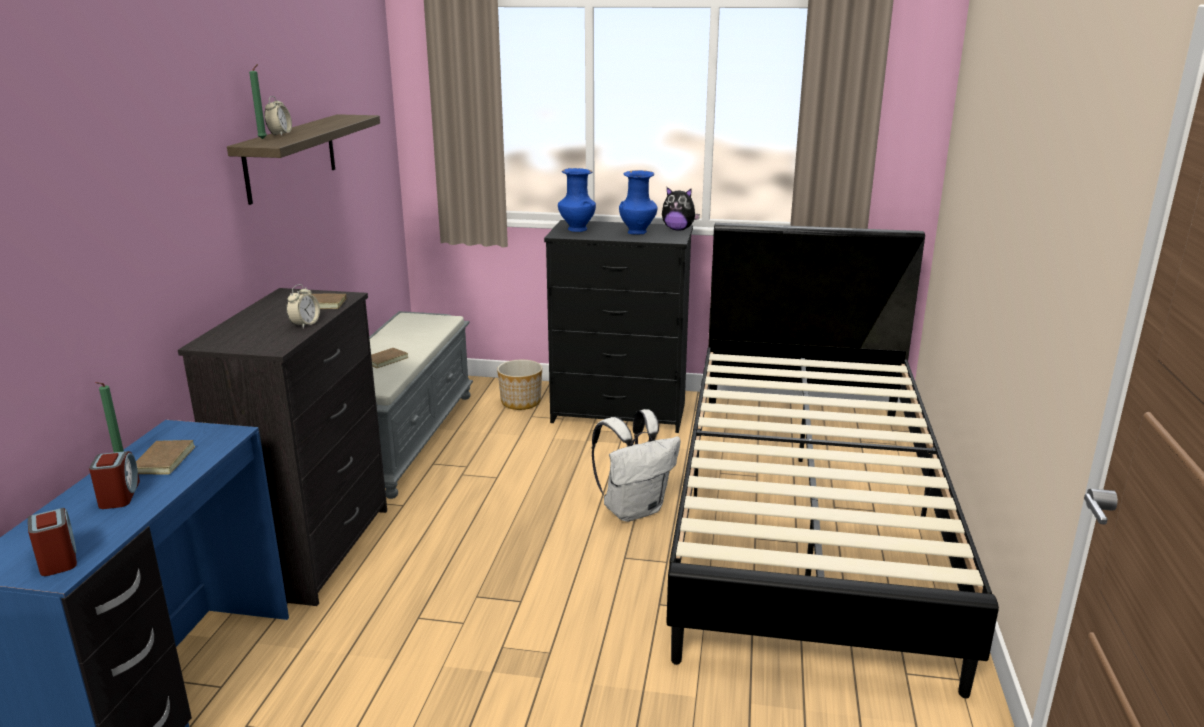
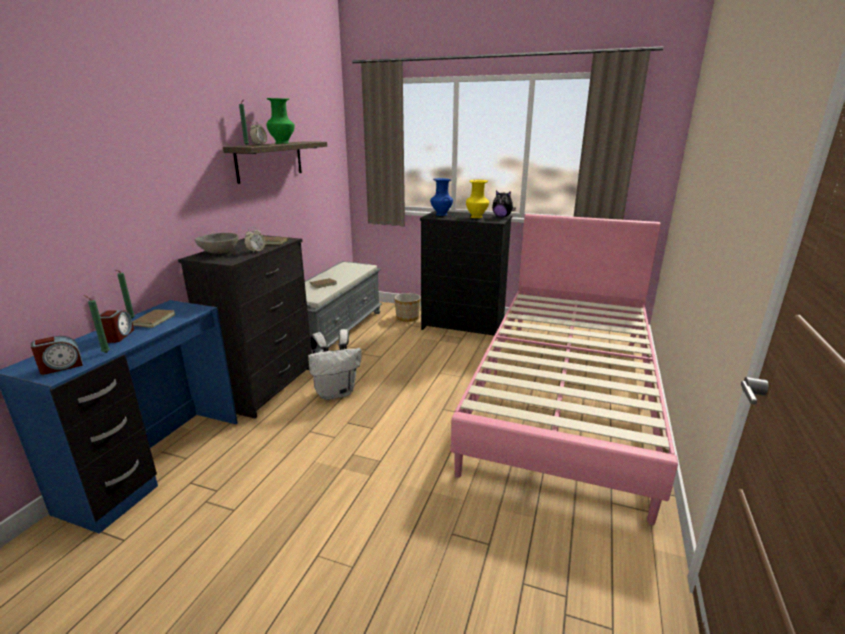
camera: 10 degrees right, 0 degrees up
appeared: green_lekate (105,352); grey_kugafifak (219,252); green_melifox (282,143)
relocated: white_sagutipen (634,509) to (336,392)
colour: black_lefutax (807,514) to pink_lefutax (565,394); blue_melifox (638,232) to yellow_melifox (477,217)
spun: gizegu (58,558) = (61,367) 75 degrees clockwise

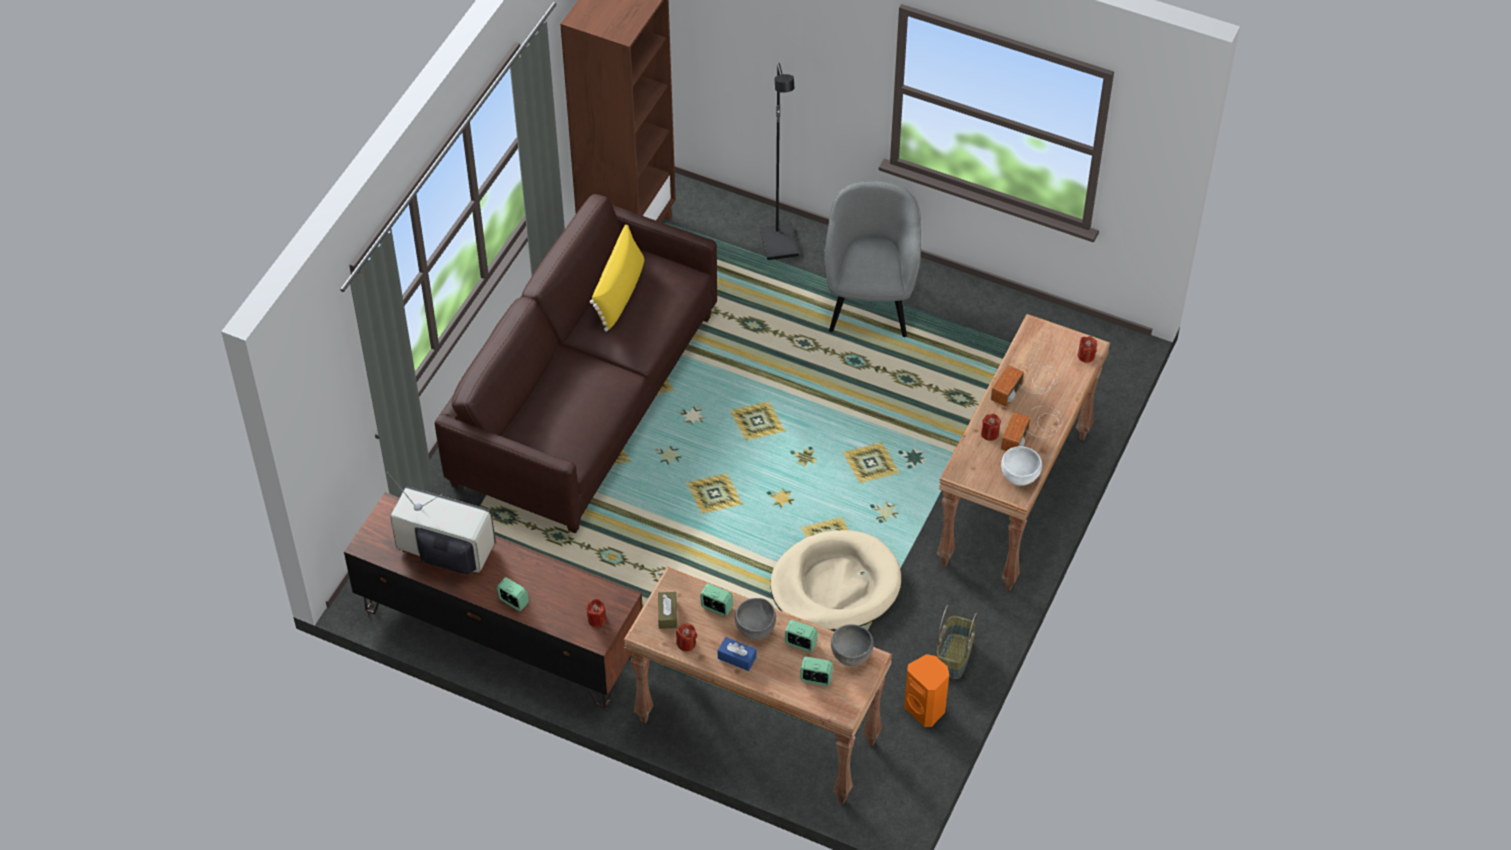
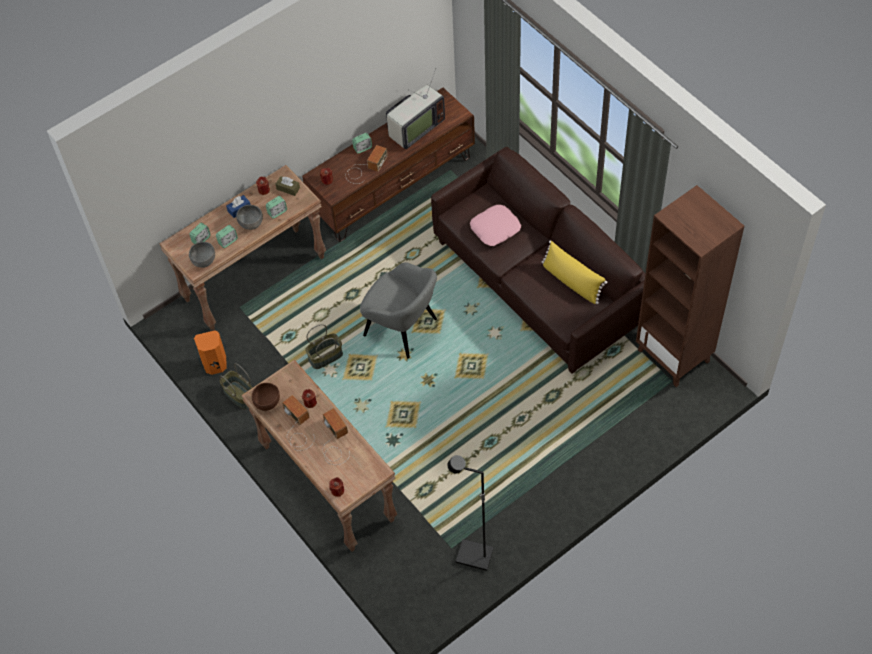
camera: 120 degrees right, 5 degrees up
appeared: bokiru (365,168); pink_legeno (495,229)
relocated: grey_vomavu (870,303) to (402,328); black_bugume (780,244) to (473,556)
exchanged: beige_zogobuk (835,585) to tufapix (325,356)
colour: white_kugafifak (1019,477) to brown_kugafifak (267,403)

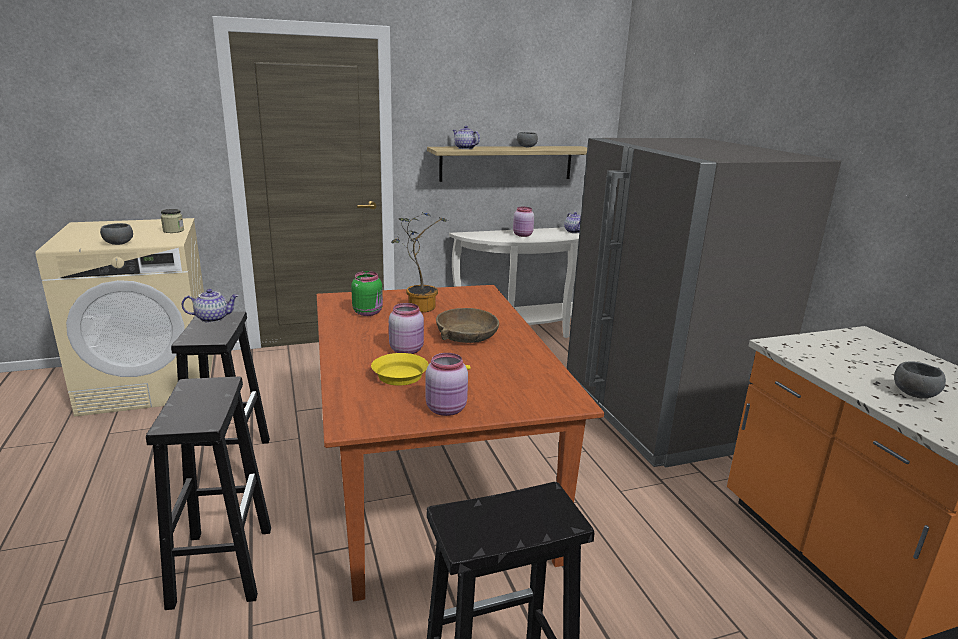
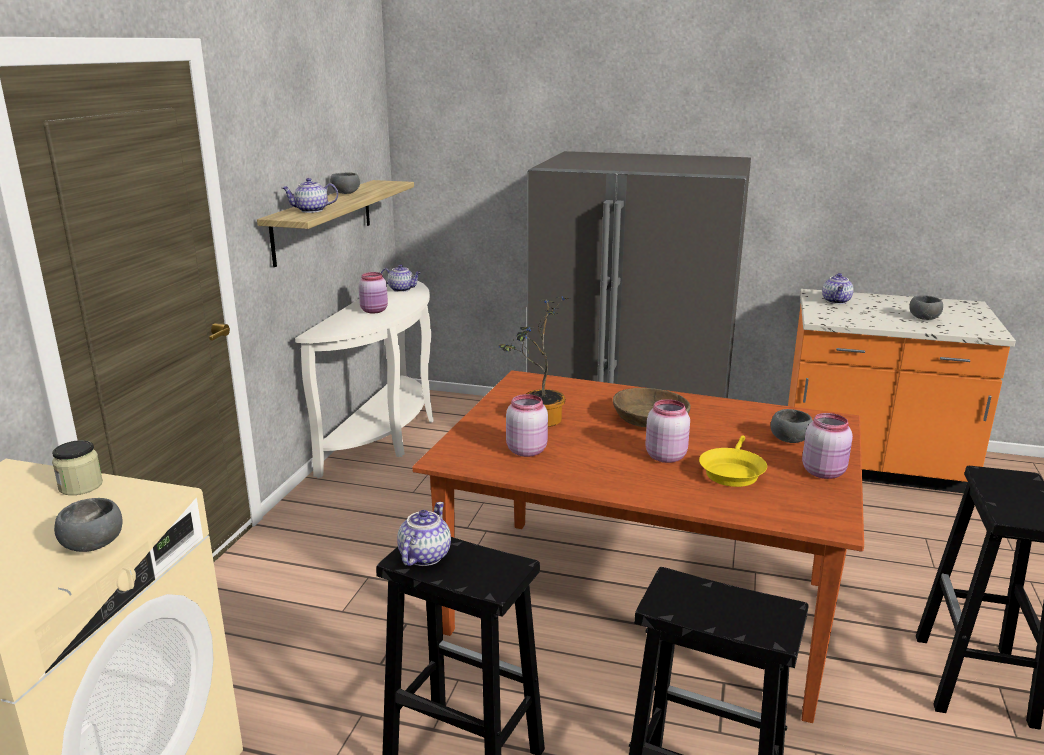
camera: 55 degrees left, 0 degrees up
appeared: grey_kugafifak (791,440); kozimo (837,301)
colour: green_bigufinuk (368,312) to pink_bigufinuk (526,450)

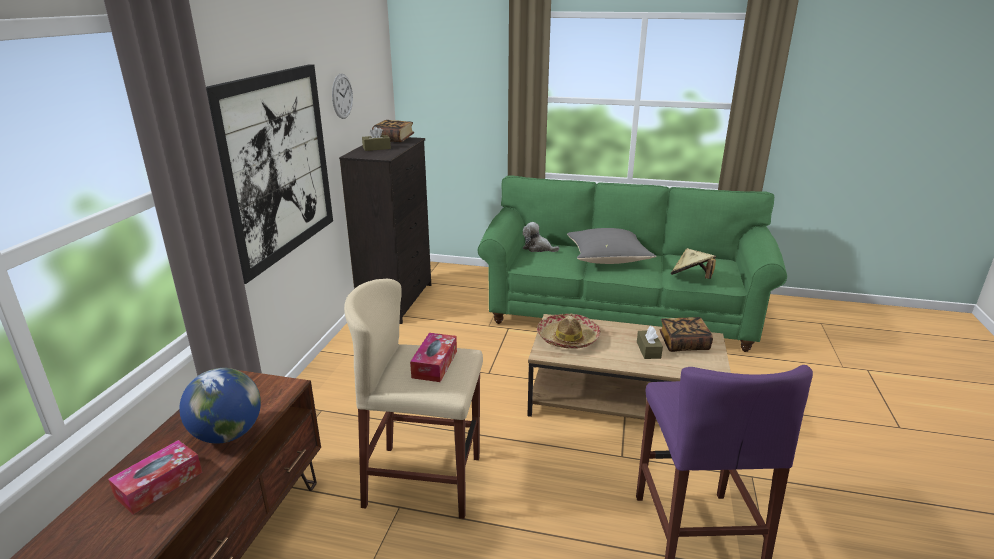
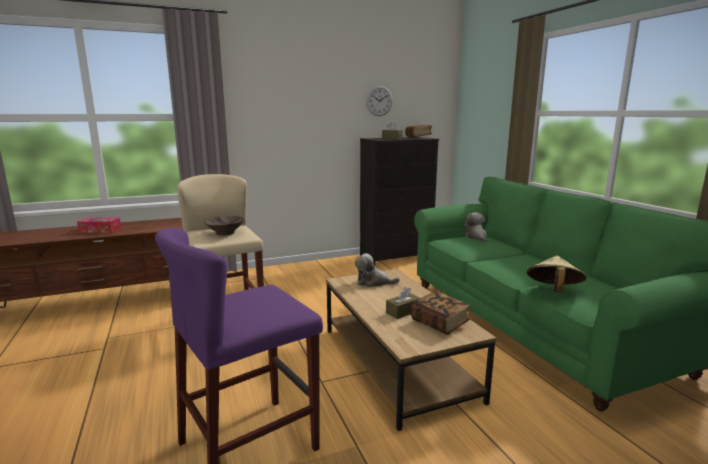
camera: 55 degrees right, 10 degrees down
missing: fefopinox (228,434); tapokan (276,166); grey_legeno (608,259)
exchanged: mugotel (434,364) to brown_kugafifak (226,233); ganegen (568,338) to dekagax (373,282)

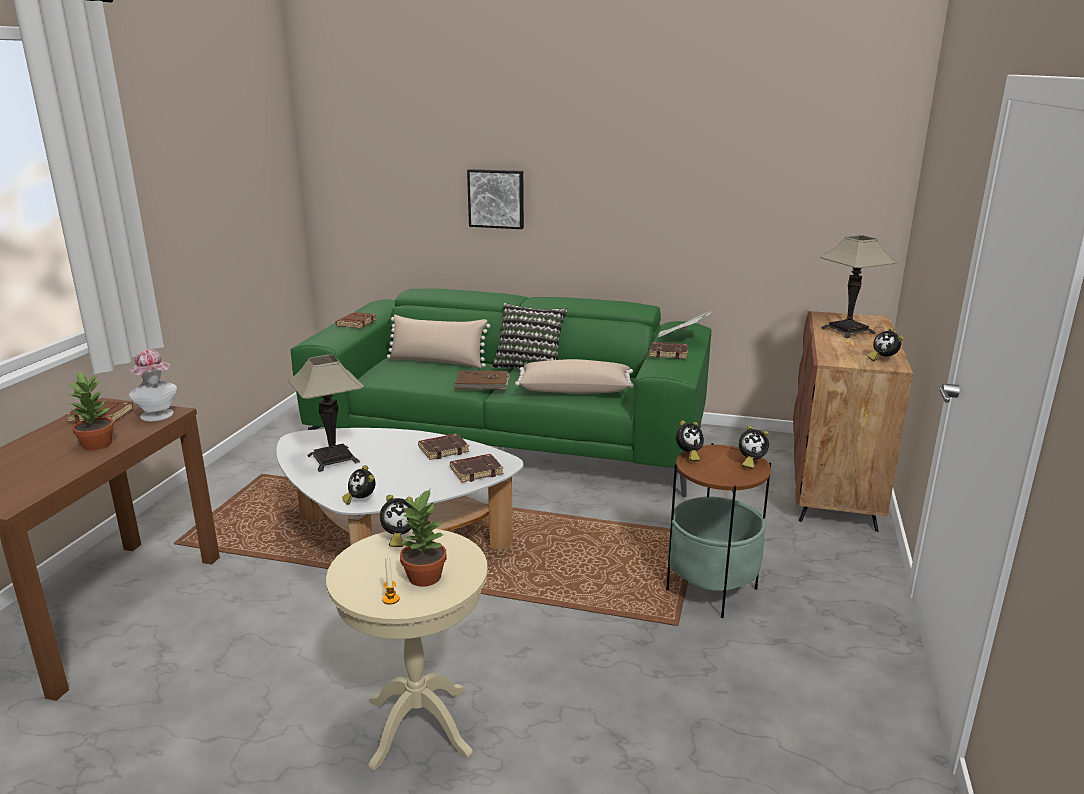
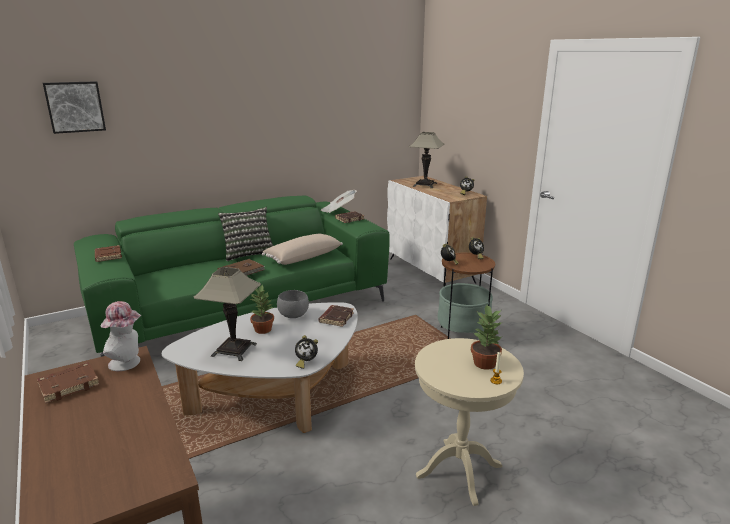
camera: 45 degrees left, 0 degrees up
missing: gizegu (398,538); beige_legeno (437,362)
relocated: tapokan (496,198) to (75,107); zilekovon (98,444) to (263,329)
exchanged: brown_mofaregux (443,450) to grey_kugafifak (293,315)
colour: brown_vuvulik (833,484) to white_vuvulik (431,270)

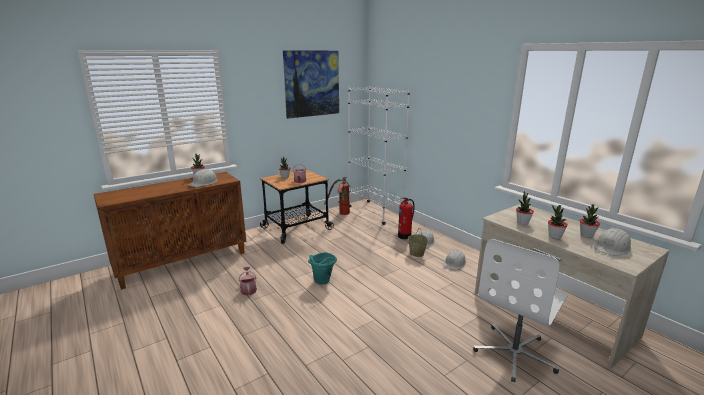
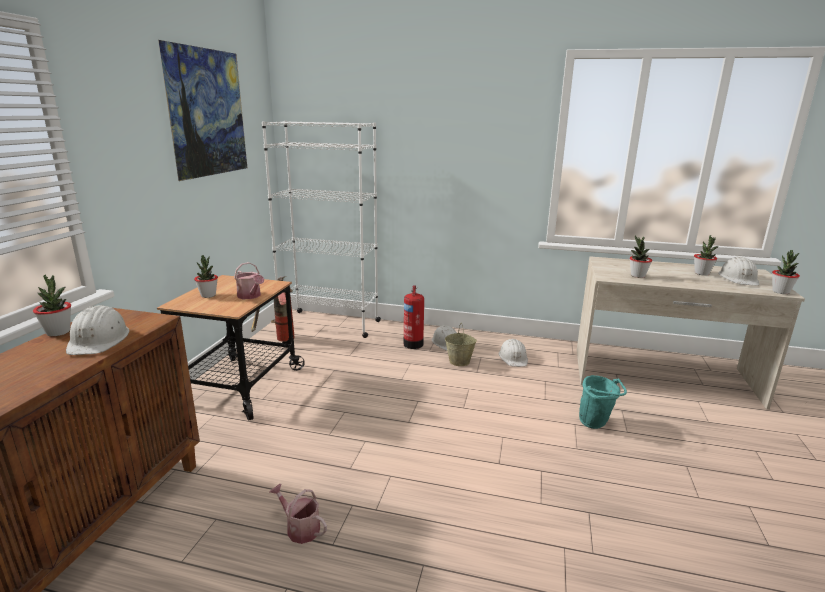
camera: 40 degrees left, 0 degrees up
missing: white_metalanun (515,353)
relocated: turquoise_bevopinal (322,282) to (596,424); zilekovon (554,237) to (780,292)

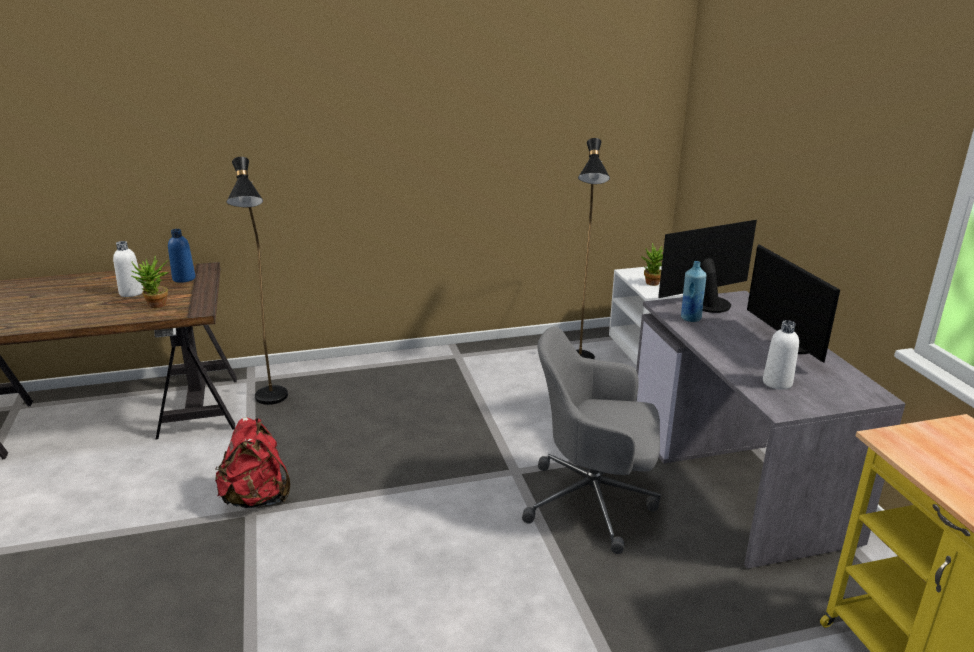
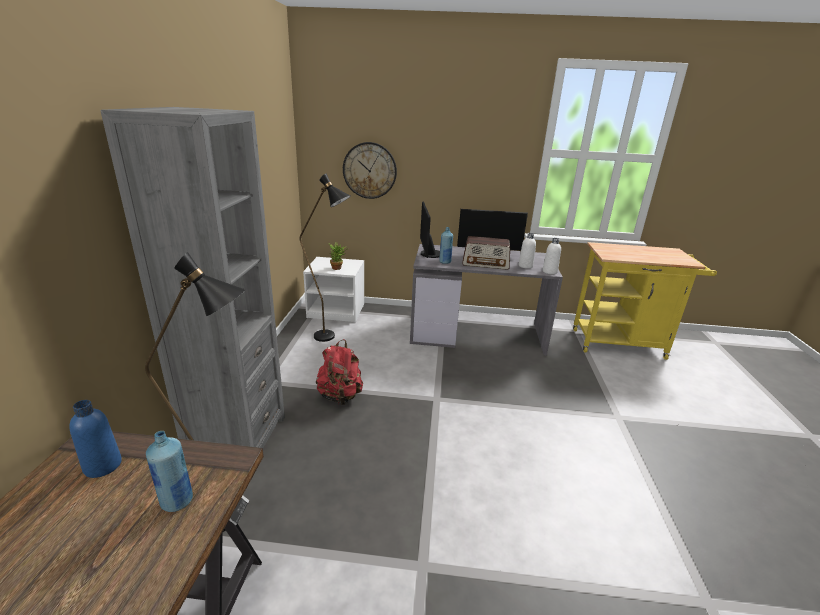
camera: 70 degrees left, 0 degrees up
missing: grey_metalanun (593,502)
appeared: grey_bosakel (238,439); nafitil (369,170); bokiru (485,263)
relocated: red_sagutipen (257,498) to (340,396); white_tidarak (131,293) to (549,272)
exchanged: zilekovon (156,306) to blue_tidarak (177,501)

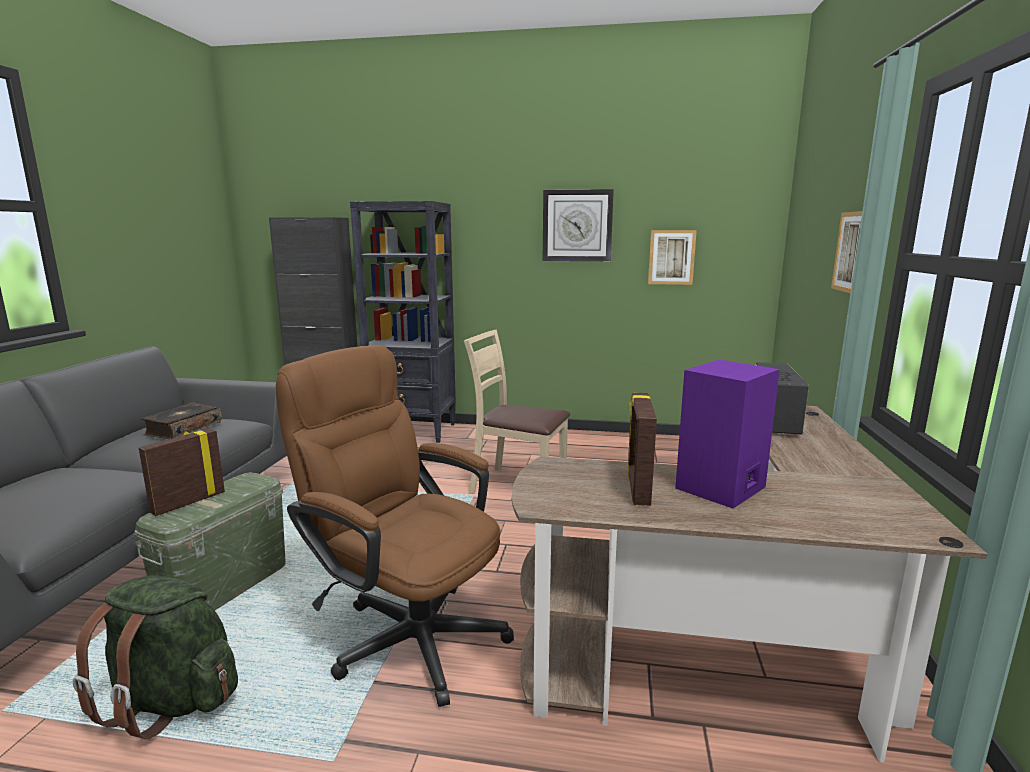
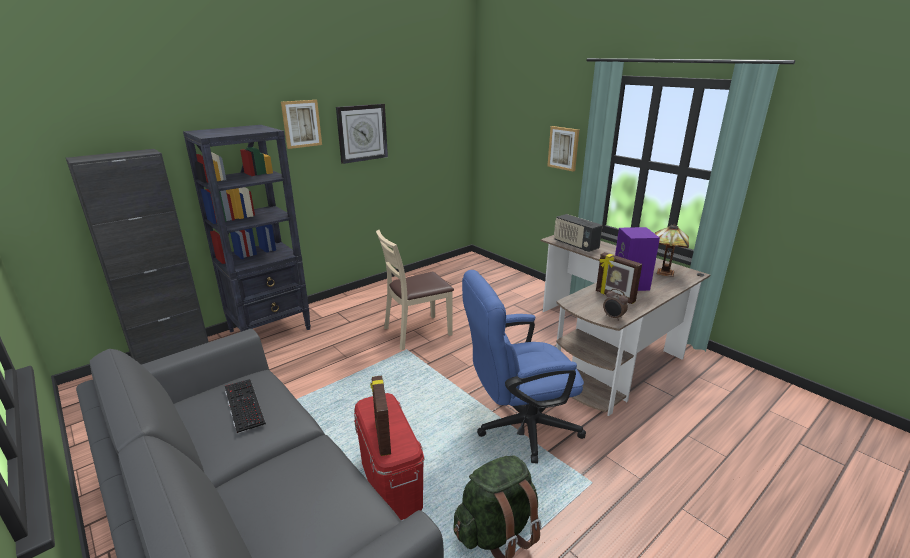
camera: 50 degrees left, 10 degrees up
appeared: gizegu (613,317); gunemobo (663,273)
relocated: tapokan (671,257) to (301,124)
exchanged: mofaregux (183,429) to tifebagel (242,404)
colour: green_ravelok (225,586) to red_ravelok (391,483); brown_metalanun (406,632) to blue_metalanun (518,427)

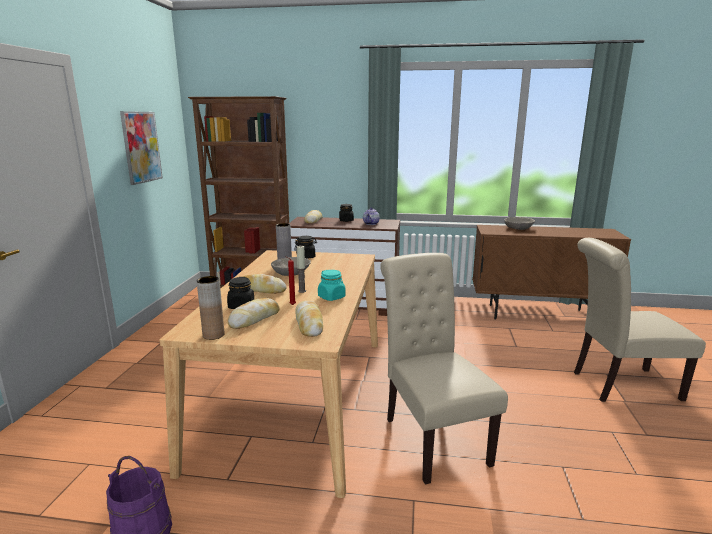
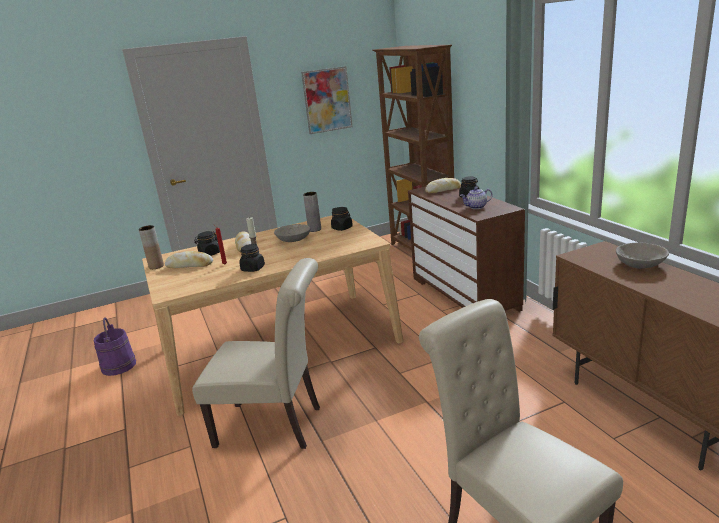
camera: 60 degrees right, 5 degrees up
missing: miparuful (309,324)
colour: turquoise_bigufinuk (331,297) to black_bigufinuk (253,268)
spun: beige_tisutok (431,436) = (275,426) 60 degrees clockwise

